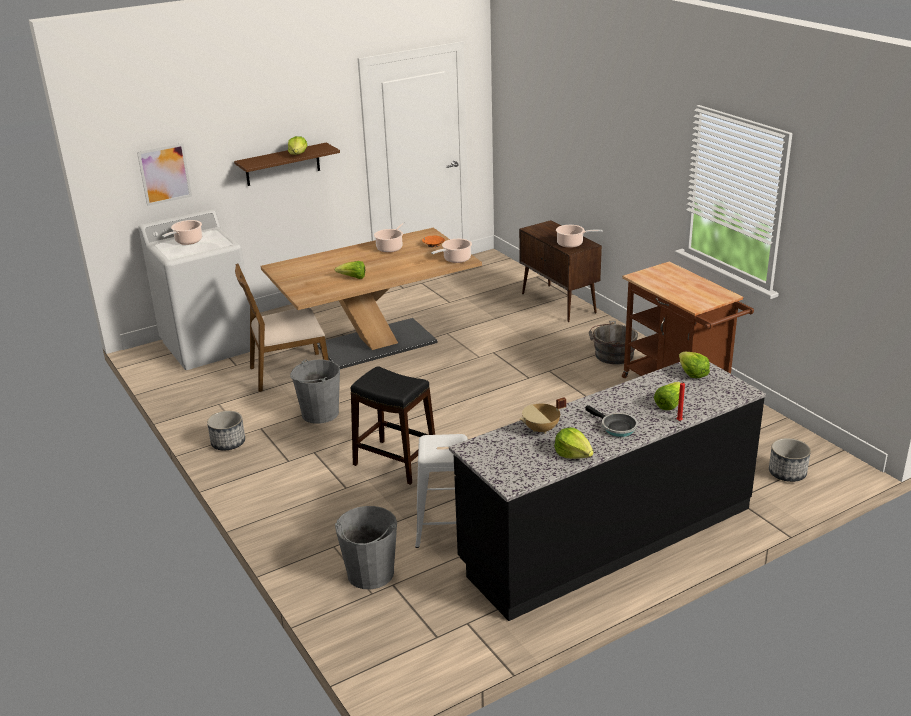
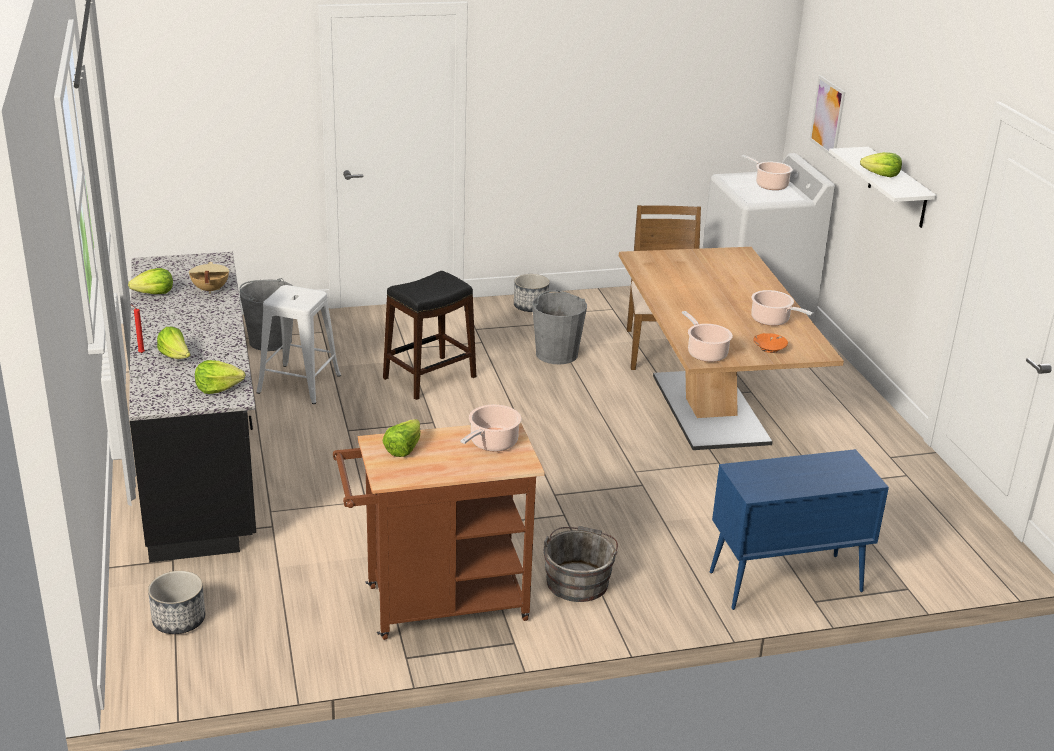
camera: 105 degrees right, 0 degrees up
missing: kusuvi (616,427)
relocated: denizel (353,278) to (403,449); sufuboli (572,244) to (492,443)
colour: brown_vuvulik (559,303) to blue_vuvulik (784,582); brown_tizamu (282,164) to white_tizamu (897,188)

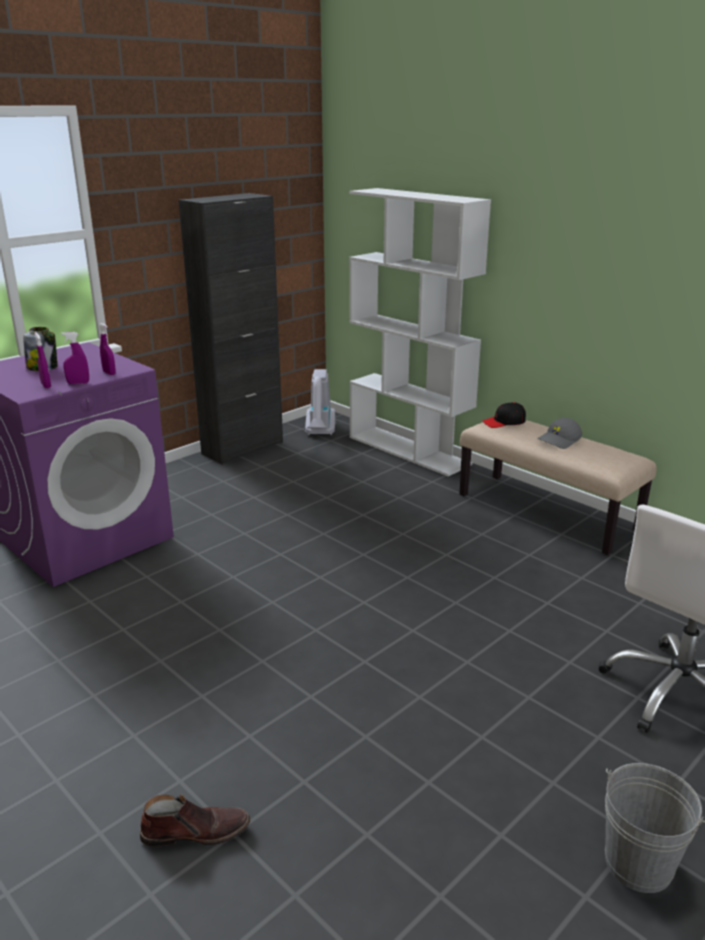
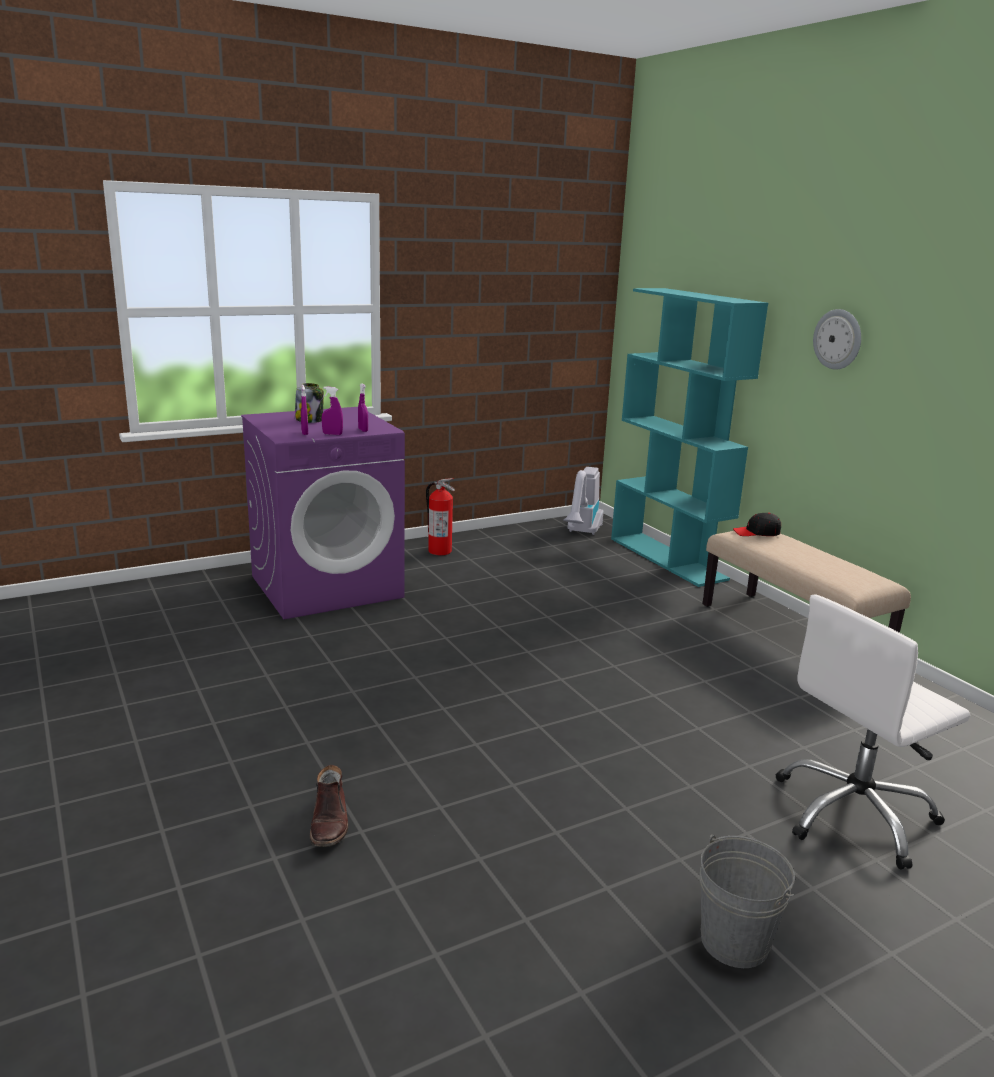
camera: 15 degrees right, 5 degrees down
missing: black_vuvulik (242,448); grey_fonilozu (559,441)
appeared: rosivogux (439,551); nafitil (838,339)
colour: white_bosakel (409,450) to turquoise_bosakel (668,559)
spun: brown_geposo (196,831) = (330,822) 75 degrees clockwise

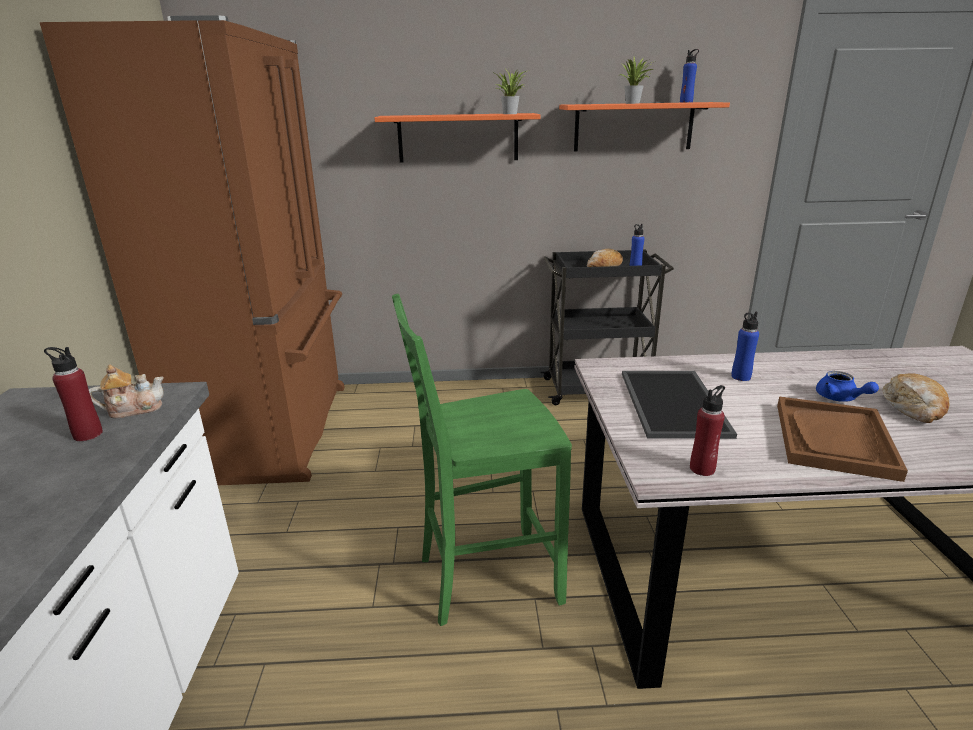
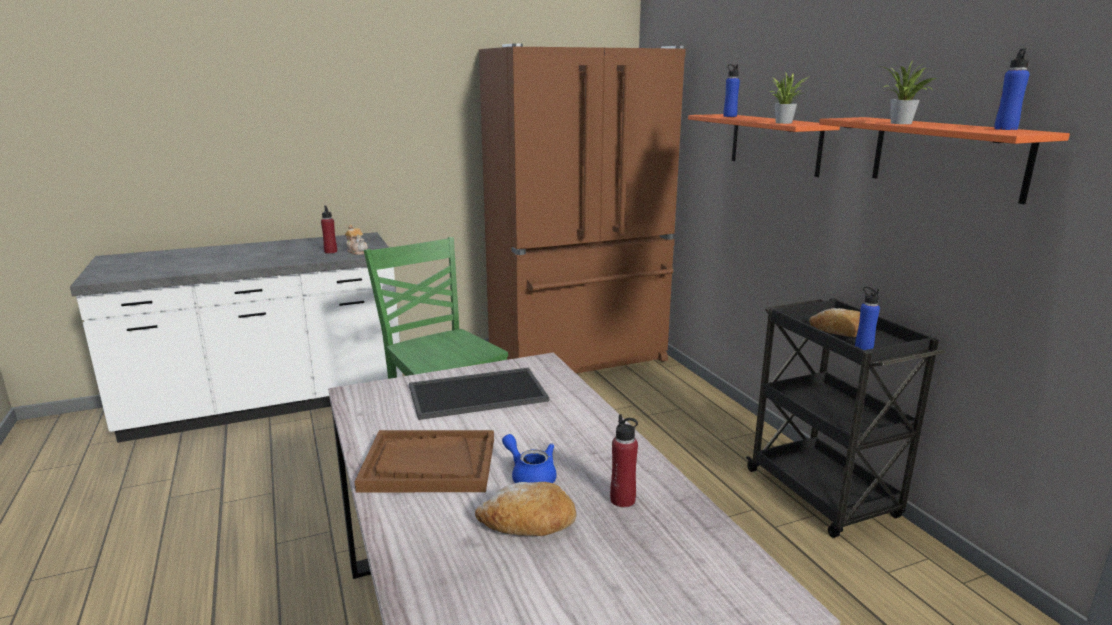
camera: 70 degrees right, 5 degrees down
relocated: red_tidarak (702,469) to (622,500); blue_tidarak (740,377) to (729,116)
spun: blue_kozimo (840,398) = (530,476) 90 degrees clockwise

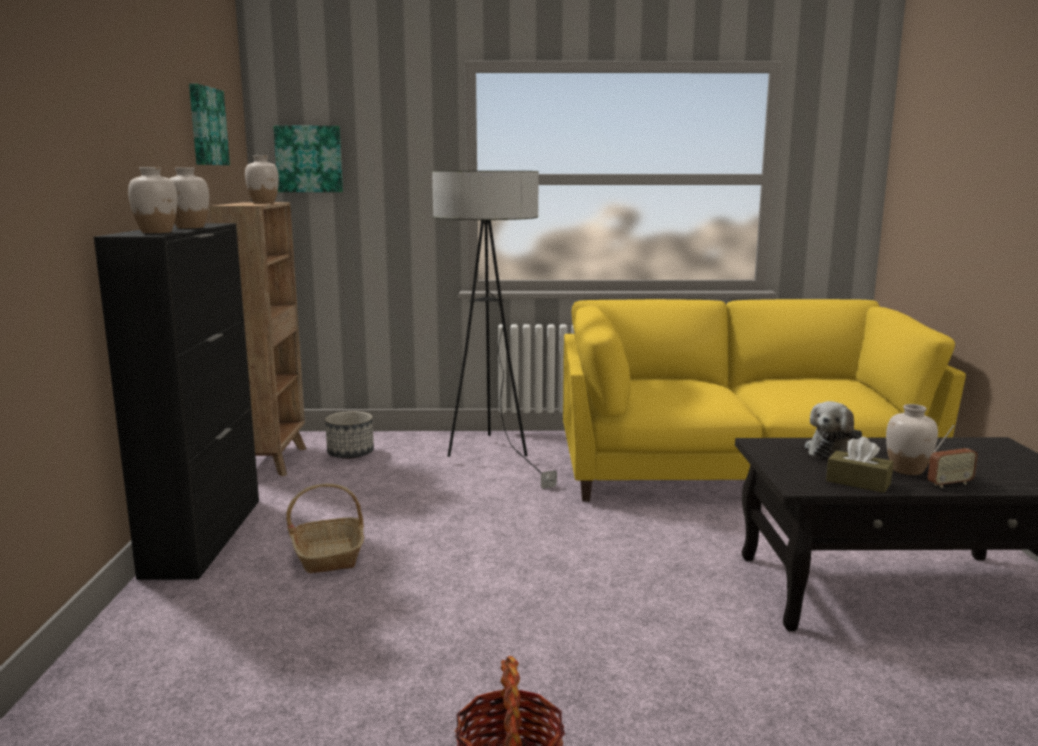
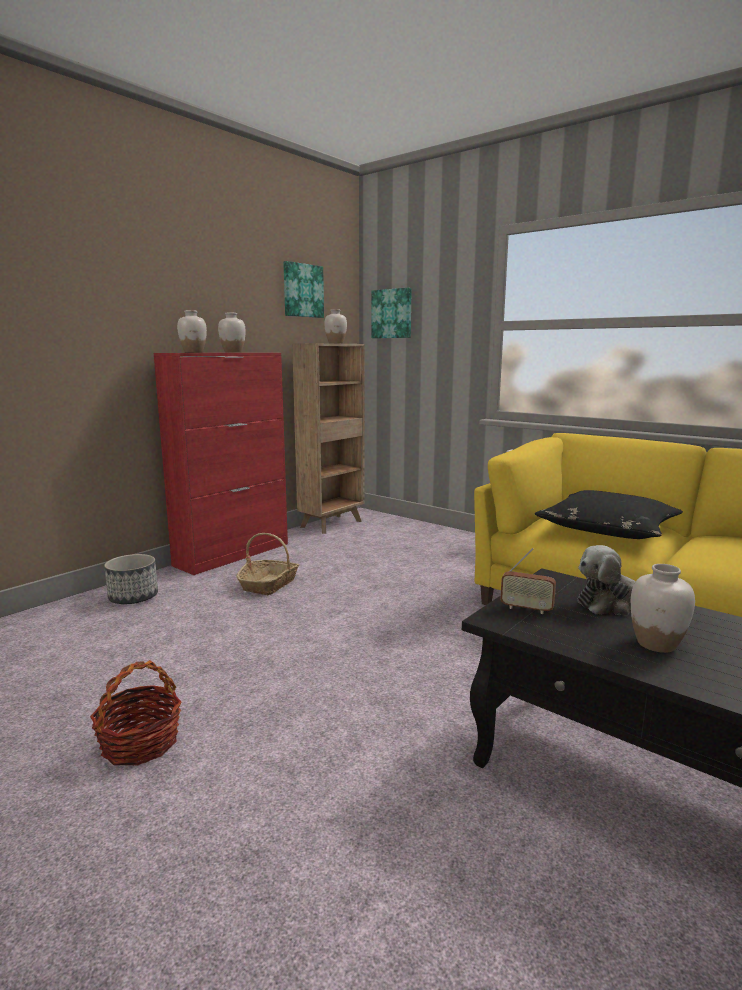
camera: 40 degrees right, 0 degrees up
missing: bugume (491,457); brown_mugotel (858,482)
appeared: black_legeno (608,529)
relocated: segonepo (351,453) to (134,597); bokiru (949,484) to (526,609)
colour: black_vuvulik (205,535) to red_vuvulik (233,554)

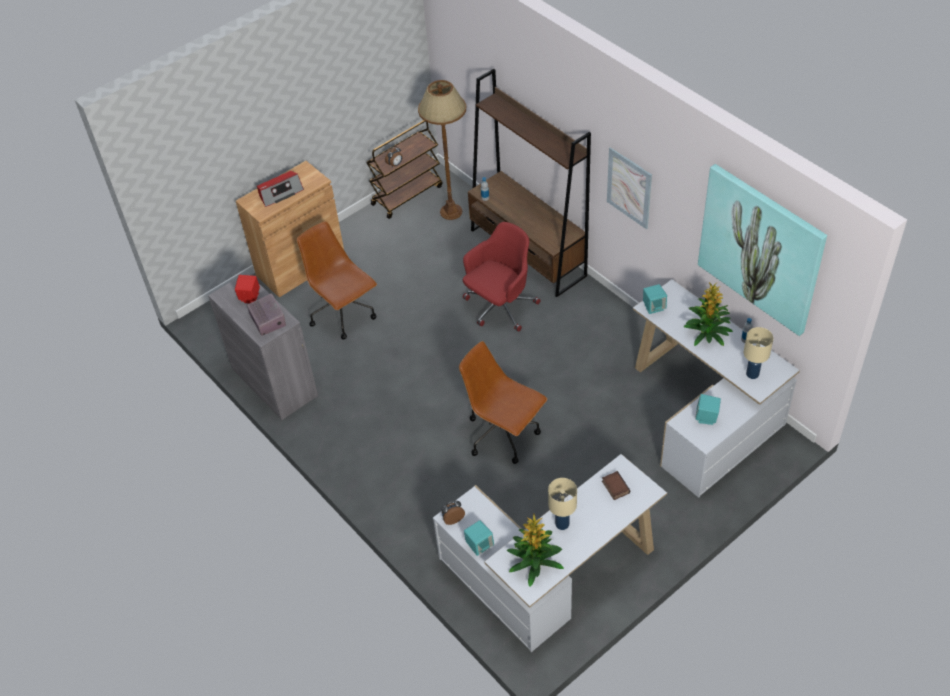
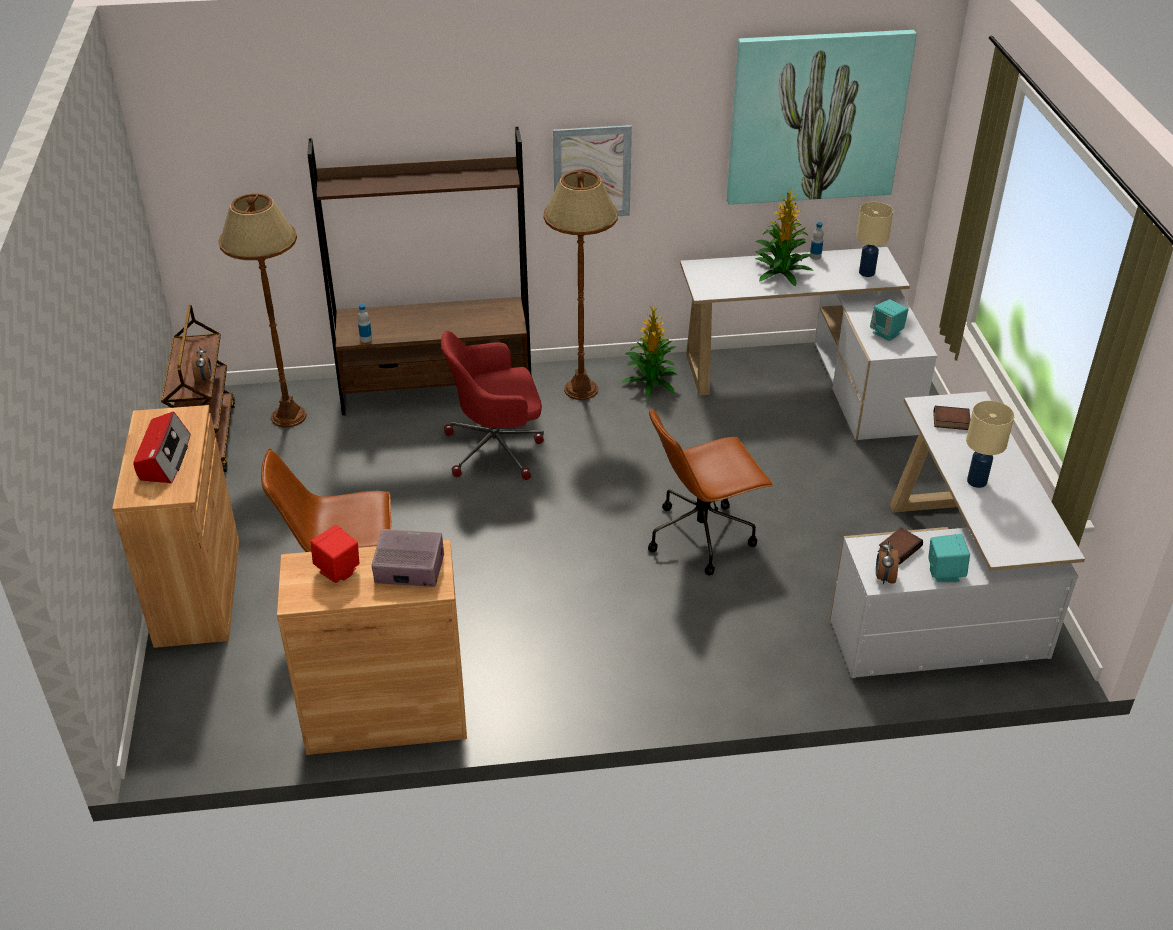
camera: 60 degrees left, 10 degrees down
missing: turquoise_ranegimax (654,307)
appeared: brown_bugume (581,390); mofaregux (899,548)
relocated: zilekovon (534,562) to (650,382)
colour: grey_vuvulik (274,382) to brown_vuvulik (386,716)
spun: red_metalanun (500,307) = (496,449) 90 degrees counterclockwise

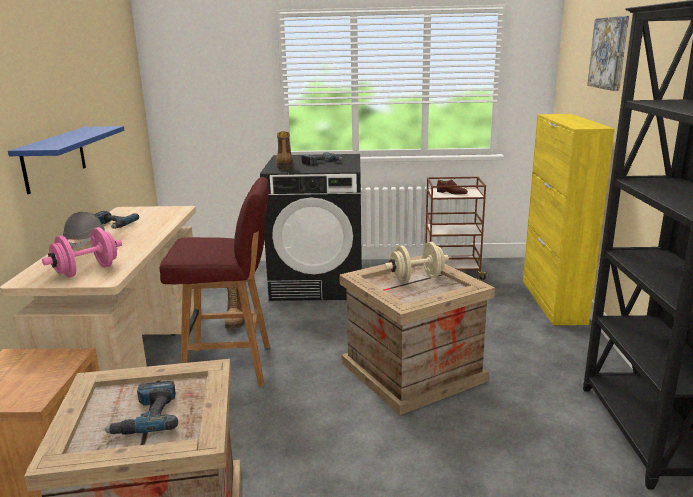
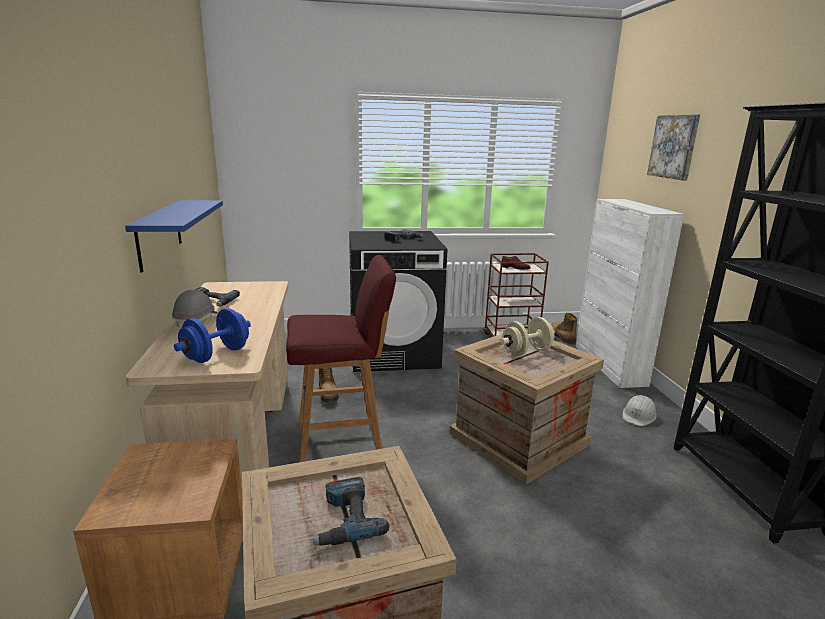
camera: 10 degrees left, 0 degrees up
appeared: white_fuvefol (639,415)
relocated: geposo (284,165) to (561,337)
colour: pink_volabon (87,271) to blue_volabon (216,355); yellow_vuvulik (553,301) to white_vuvulik (609,365)

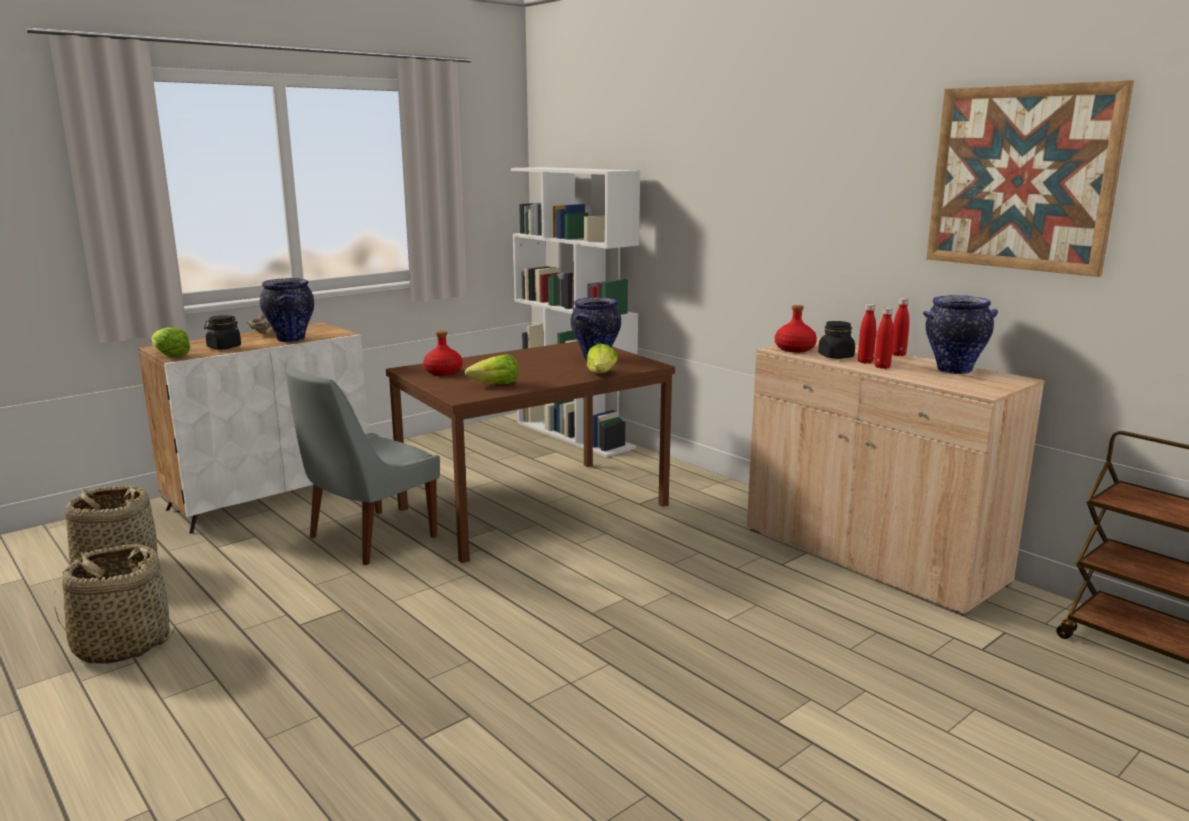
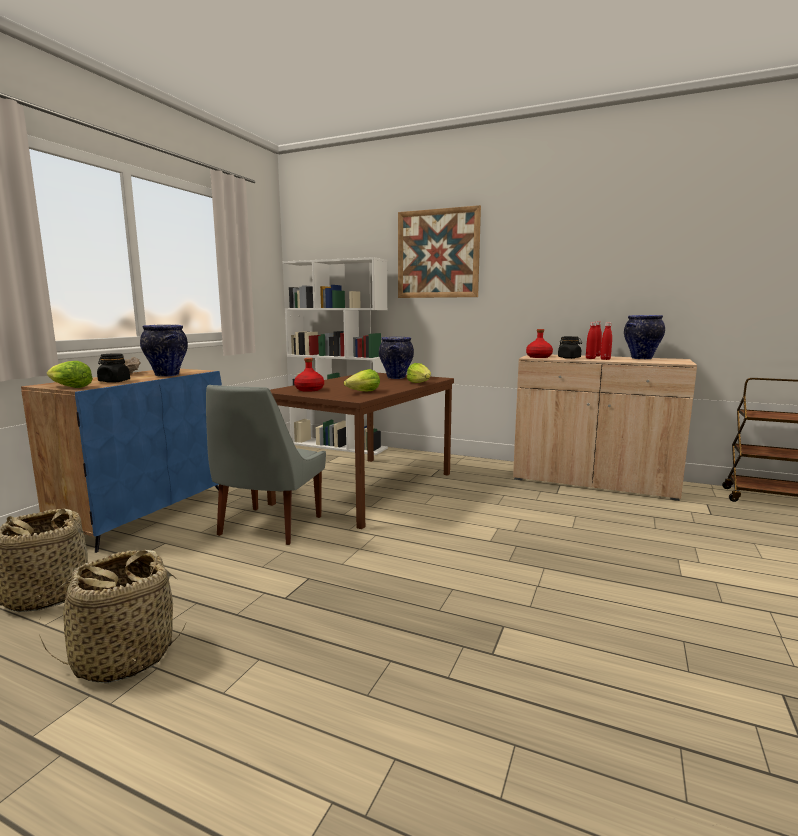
camera: 25 degrees left, 5 degrees down
relocated: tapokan (1021,178) to (438,254)
colour: white_vuvulik (271,497) to blue_vuvulik (146,514)

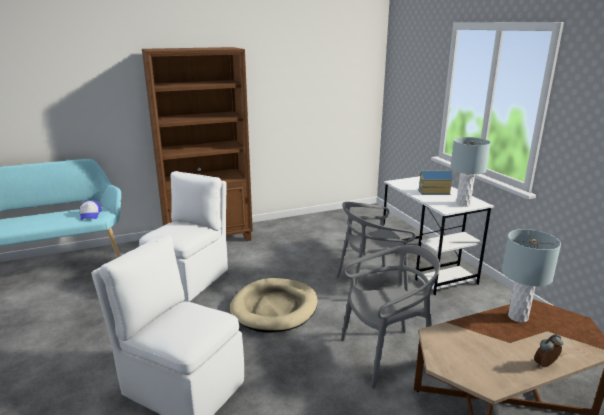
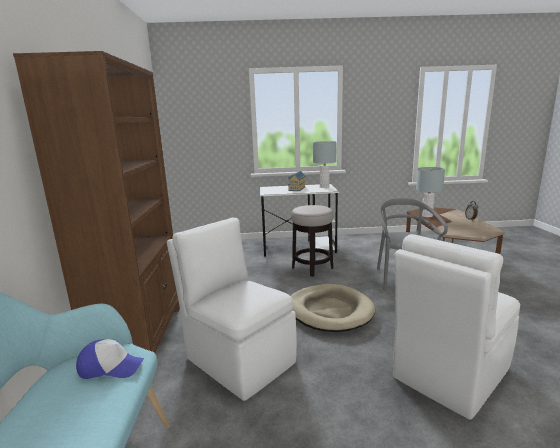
camera: 70 degrees left, 5 degrees down
exchanged: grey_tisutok (371,284) to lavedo (312,268)

